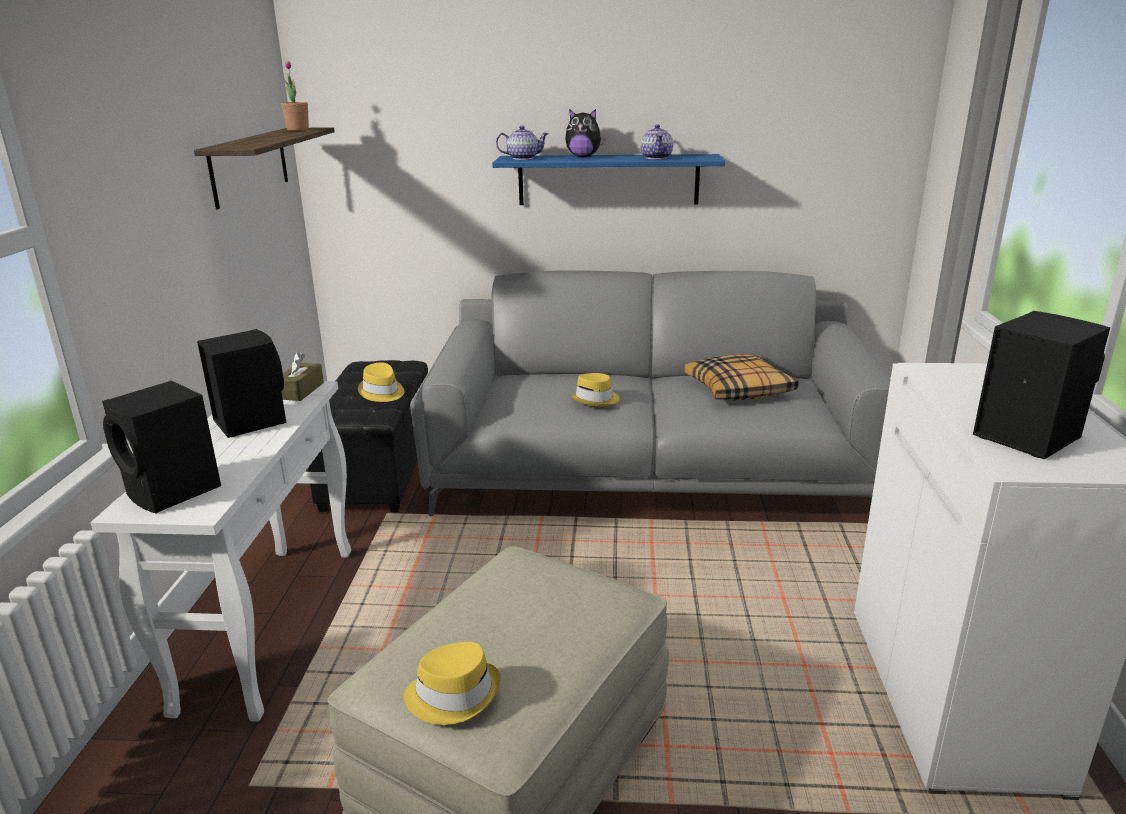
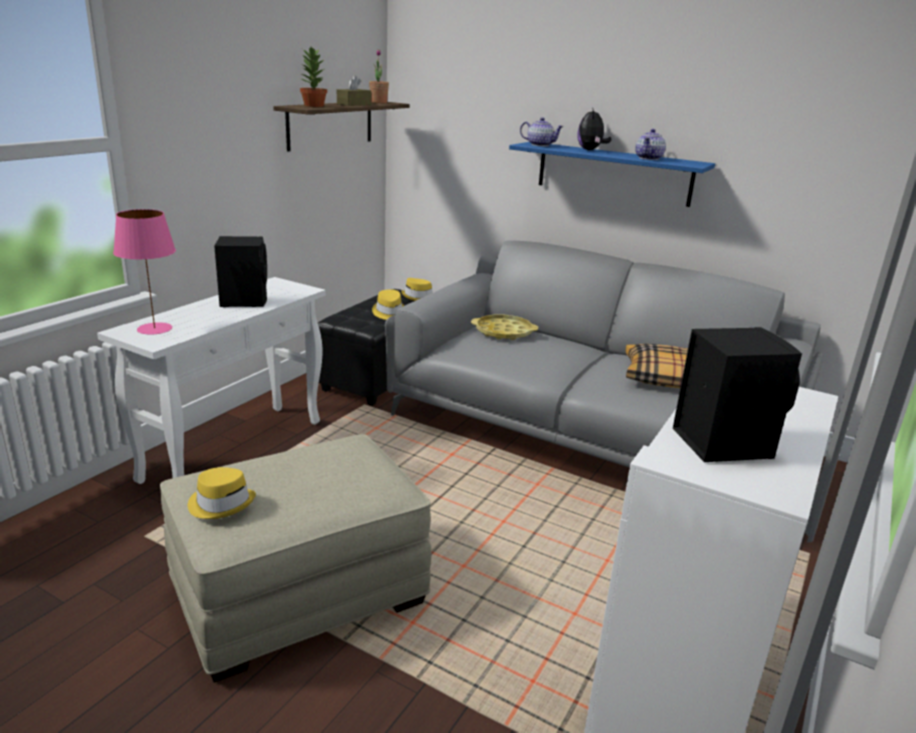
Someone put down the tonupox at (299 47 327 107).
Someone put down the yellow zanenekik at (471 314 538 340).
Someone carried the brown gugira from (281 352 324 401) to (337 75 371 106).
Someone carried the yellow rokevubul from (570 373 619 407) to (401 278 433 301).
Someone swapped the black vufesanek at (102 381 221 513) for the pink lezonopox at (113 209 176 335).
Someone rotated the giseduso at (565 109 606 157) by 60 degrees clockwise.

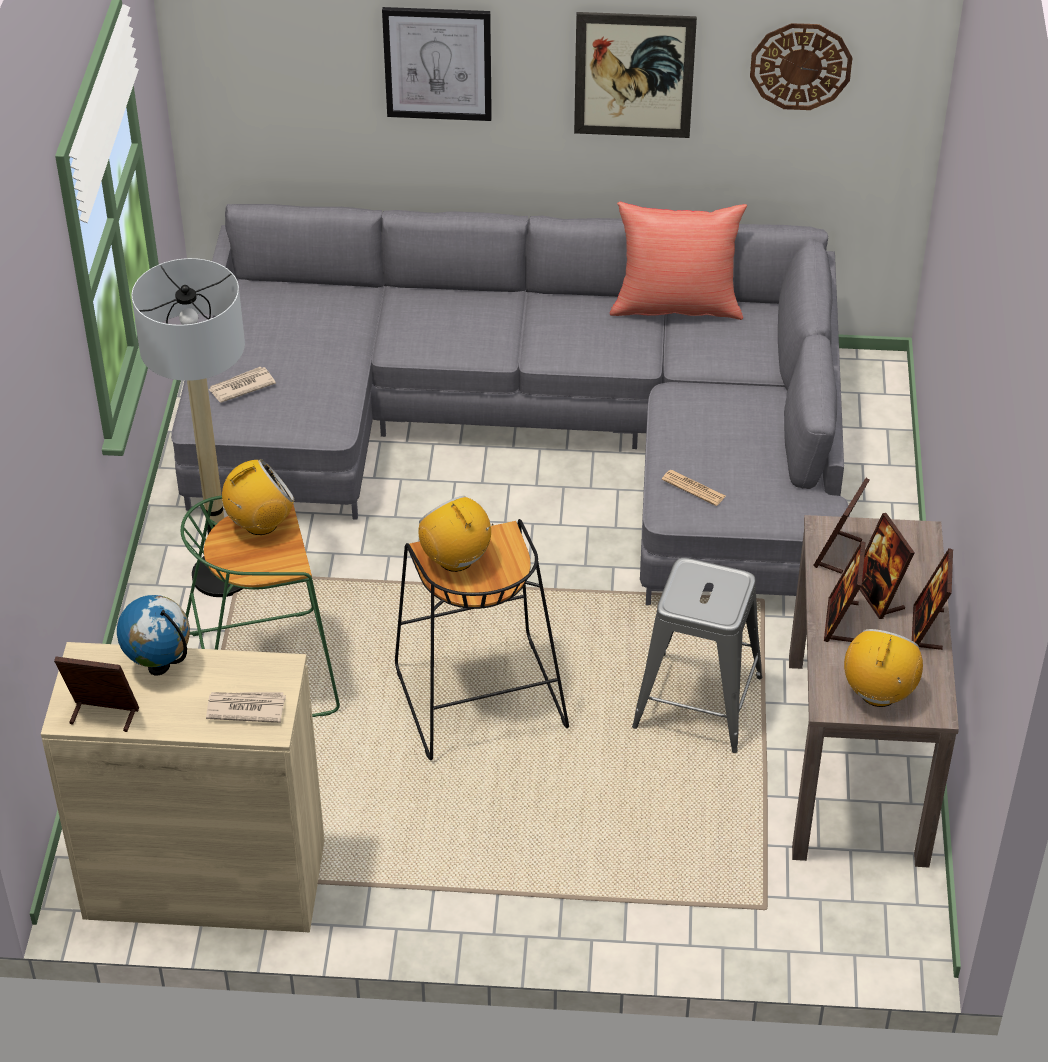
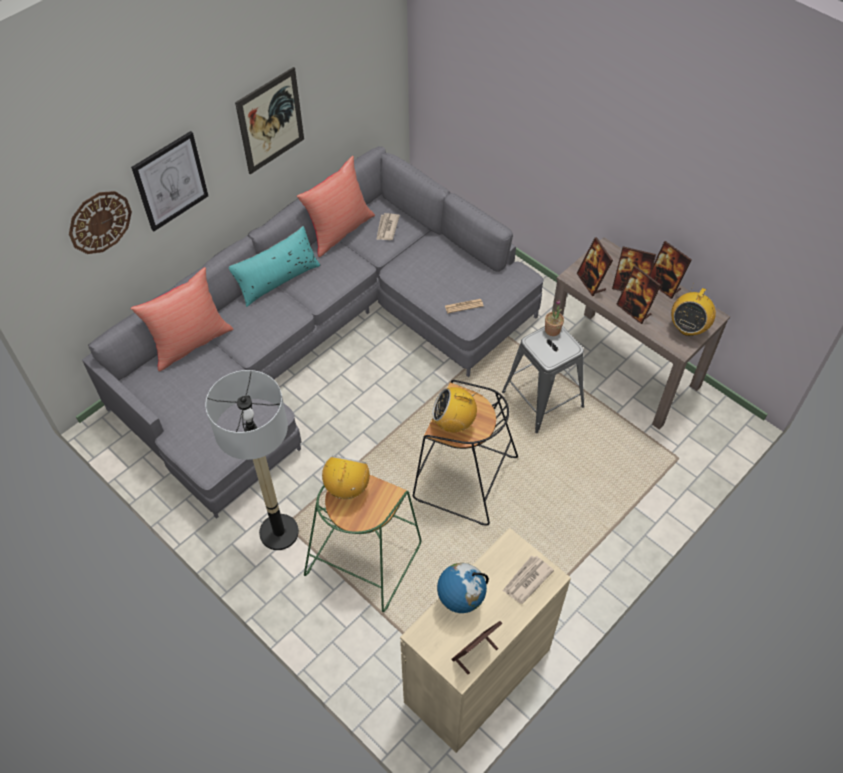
Someone put down the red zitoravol at (131 267 233 372).
Someone put down the turquoise zitoravol at (229 226 320 307).
Someone put down the tonupox at (545 299 564 336).
Someone carried the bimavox from (208 367 276 403) to (376 213 400 240).
Someone carried the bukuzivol from (750 23 852 110) to (69 191 132 254).
Someone rotated the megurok at (844 629 923 707) by 120 degrees counterclockwise.

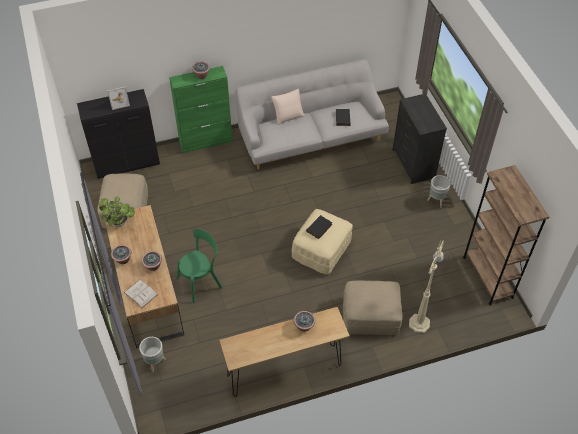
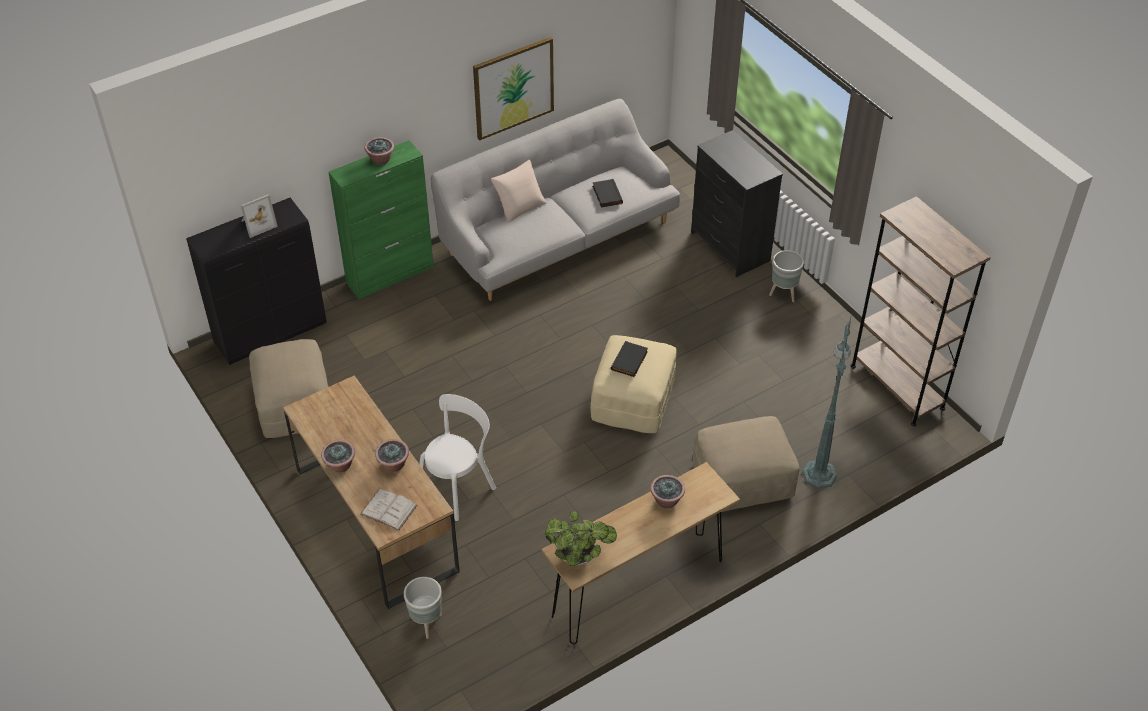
Someone put up the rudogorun at (473 37 554 140).
Someone carried the tonupox from (98 197 135 227) to (545 511 617 566).
Someone repainted the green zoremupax at (177 228 223 303), which became the white zoremupax at (420 394 496 521).
Someone repainted the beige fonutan at (409 240 444 333), which became the green fonutan at (802 318 851 488).

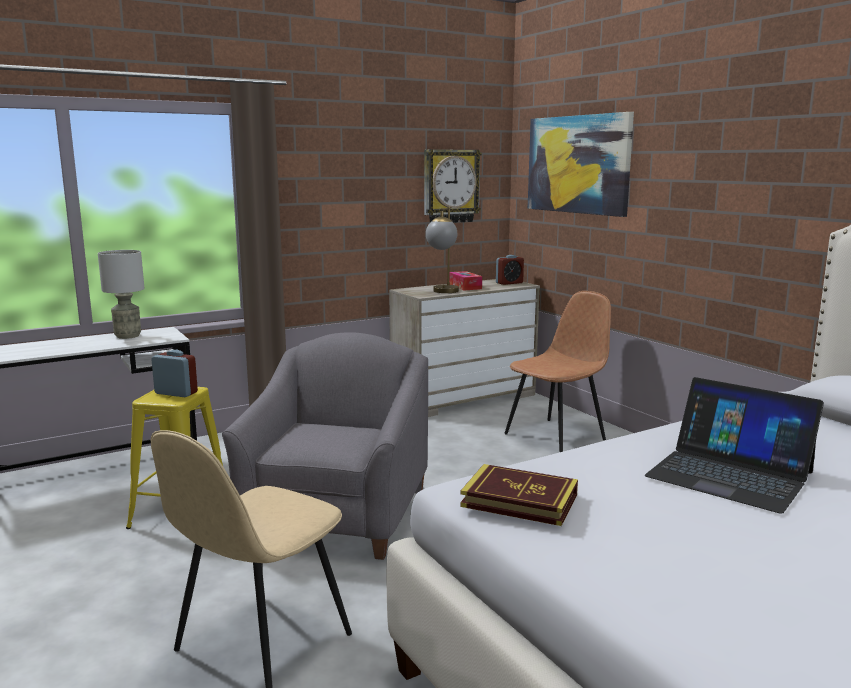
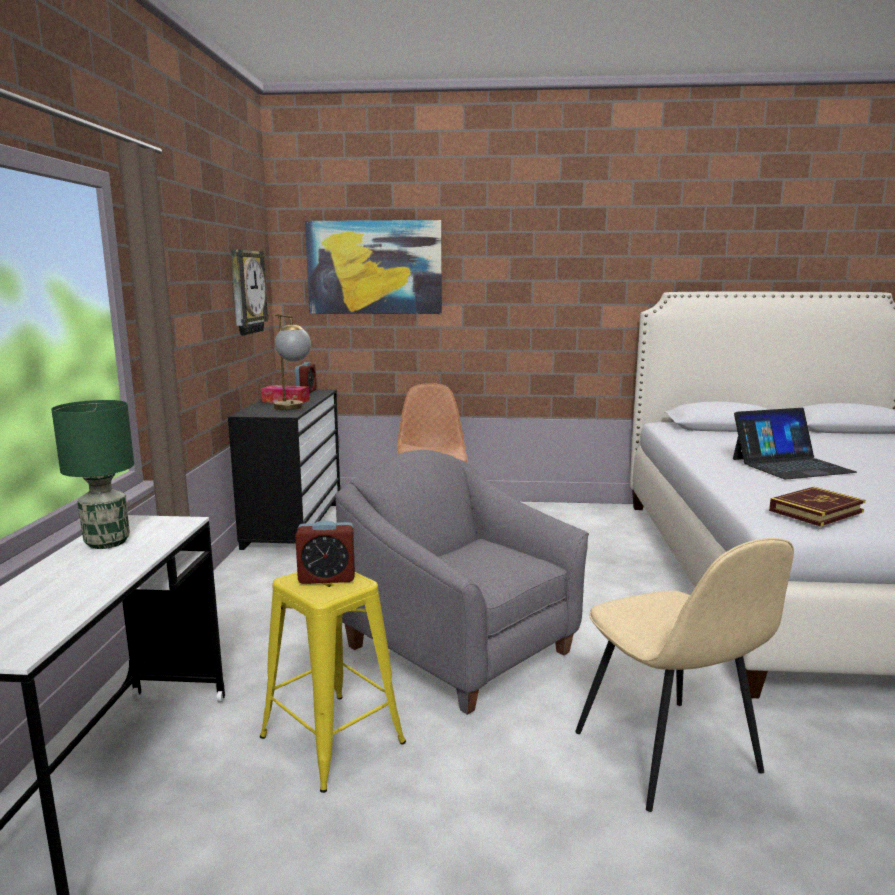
Someone repainted the grey lezonopox at (98 250 145 339), which became the green lezonopox at (51 400 134 549).
Someone repainted the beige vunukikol at (389 279 540 417), which became the black vunukikol at (228 389 340 550).
Someone rotated the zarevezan at (151 350 198 397) by 150 degrees counterclockwise.

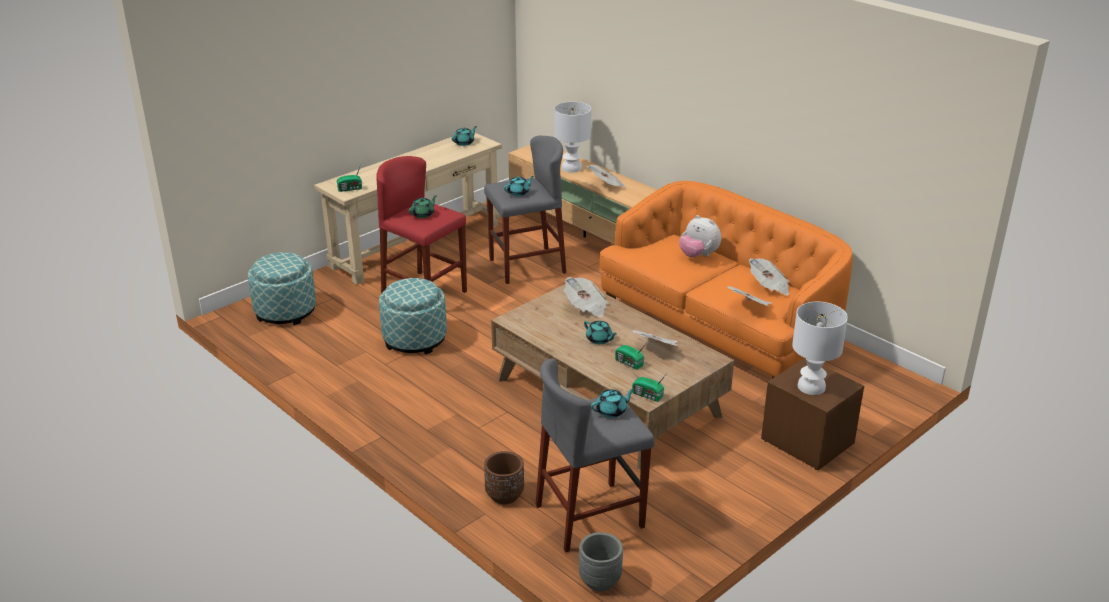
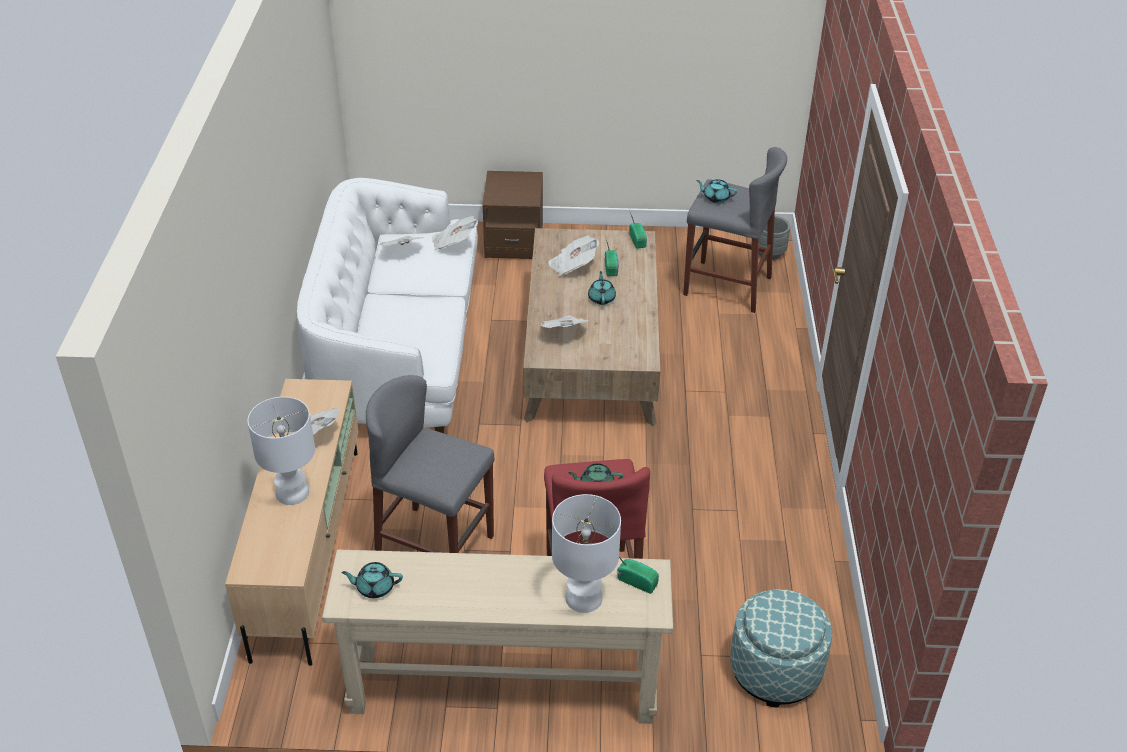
Someone took away the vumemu at (379 278 447 354).
Someone took away the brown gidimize at (484 451 524 504).
Someone took away the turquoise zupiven at (504 176 534 196).
Someone took away the giseduso at (679 215 721 258).
Someone carried the white lezonopox from (792 302 848 395) to (552 494 621 613).
Someone repainted the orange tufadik at (599 181 853 379), which became the white tufadik at (297 178 478 433).

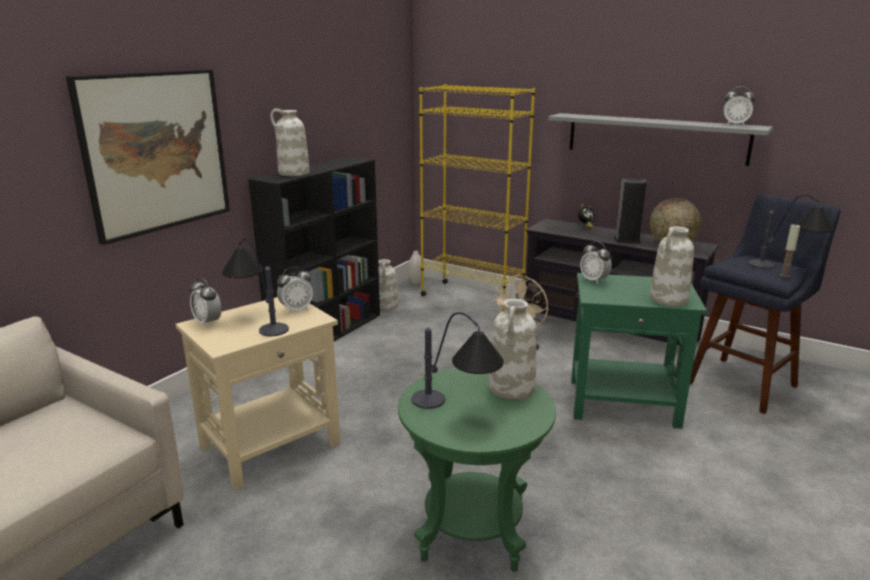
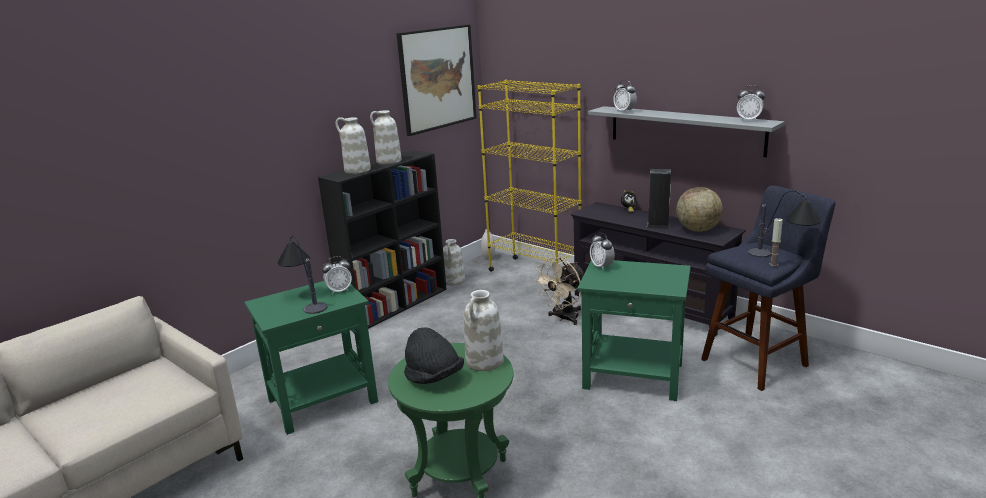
Someone carried the rudogorun from (66 70 230 245) to (396 25 476 136).
Someone carried the zarevezan from (190 278 221 327) to (613 80 637 113).
Someone carried the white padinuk from (650 227 694 306) to (370 110 402 164).
Someone swapped the lezonopox at (411 312 504 409) for the black rokevubul at (404 327 464 384).
Someone repainted the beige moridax at (175 297 340 490), which became the green moridax at (244 281 378 435).

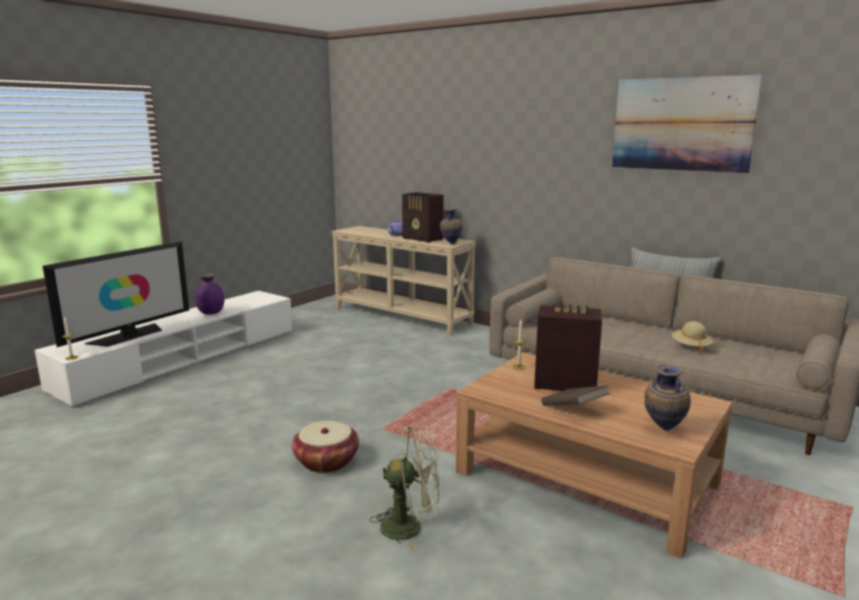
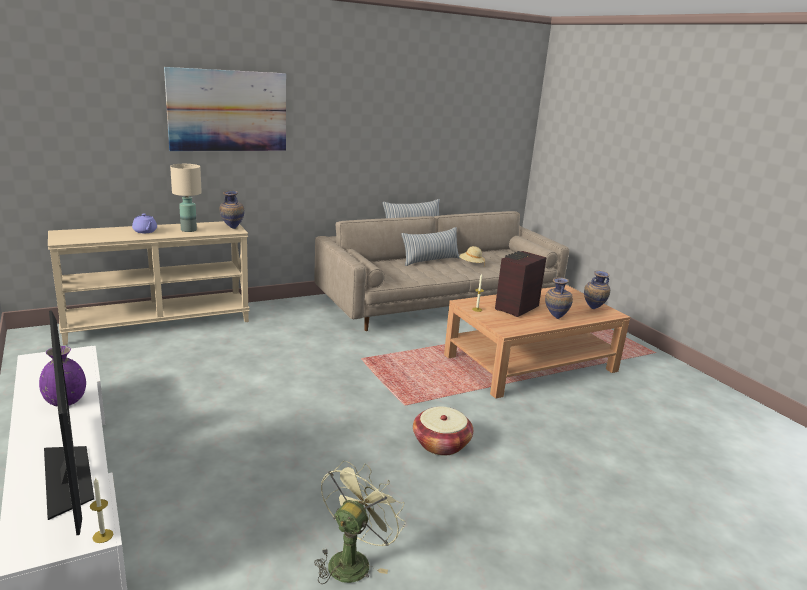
Someone put down the zitoravol at (402 227 460 266).
Someone carried the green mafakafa from (370 424 439 552) to (314 461 405 584).
Someone carried the rudogorun from (612 75 763 173) to (164 67 286 151).
Someone swapped the megurok at (402 192 444 243) for the beige lezonopox at (170 164 202 232).
Someone swapped the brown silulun at (541 386 610 406) for the padinuk at (545 278 573 319).

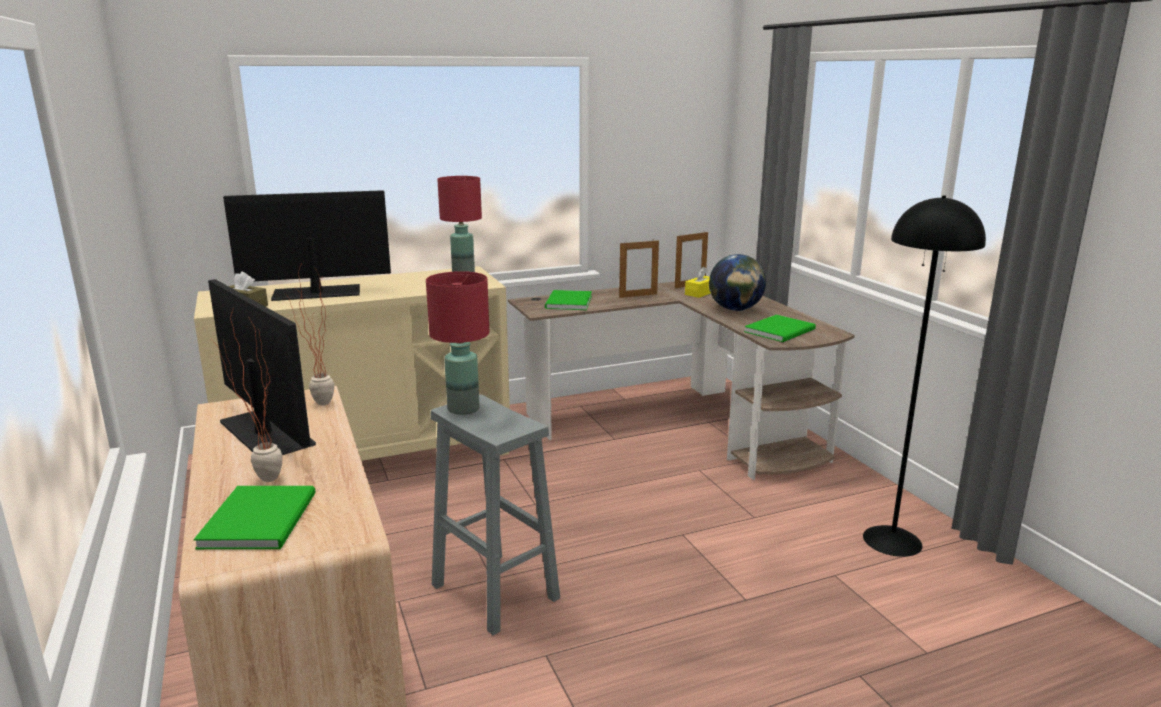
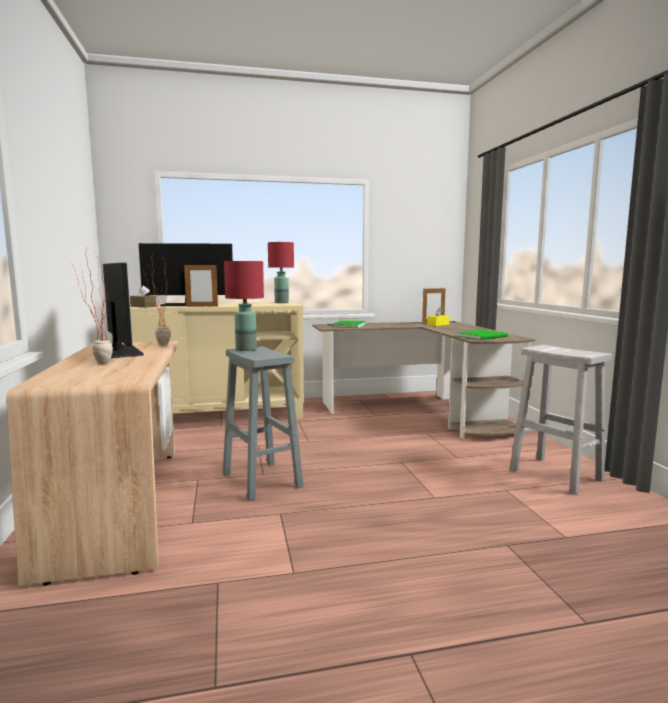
Someone took away the green silulun at (194 486 316 549).
Someone took away the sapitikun at (709 254 766 311).
Someone carried the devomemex from (619 241 659 298) to (184 264 218 307).
Someone swapped the black fonutan at (863 195 986 557) for the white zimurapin at (509 345 612 495).

